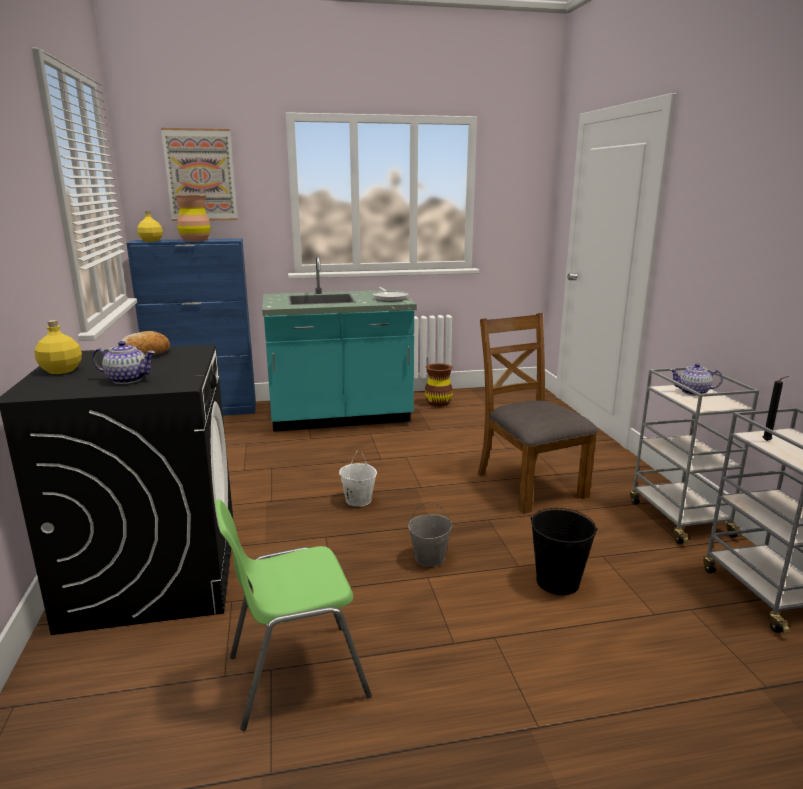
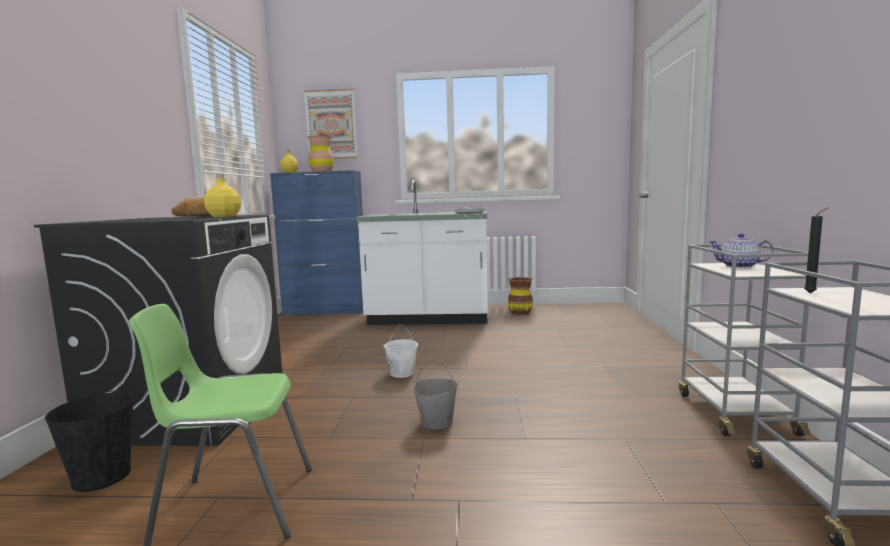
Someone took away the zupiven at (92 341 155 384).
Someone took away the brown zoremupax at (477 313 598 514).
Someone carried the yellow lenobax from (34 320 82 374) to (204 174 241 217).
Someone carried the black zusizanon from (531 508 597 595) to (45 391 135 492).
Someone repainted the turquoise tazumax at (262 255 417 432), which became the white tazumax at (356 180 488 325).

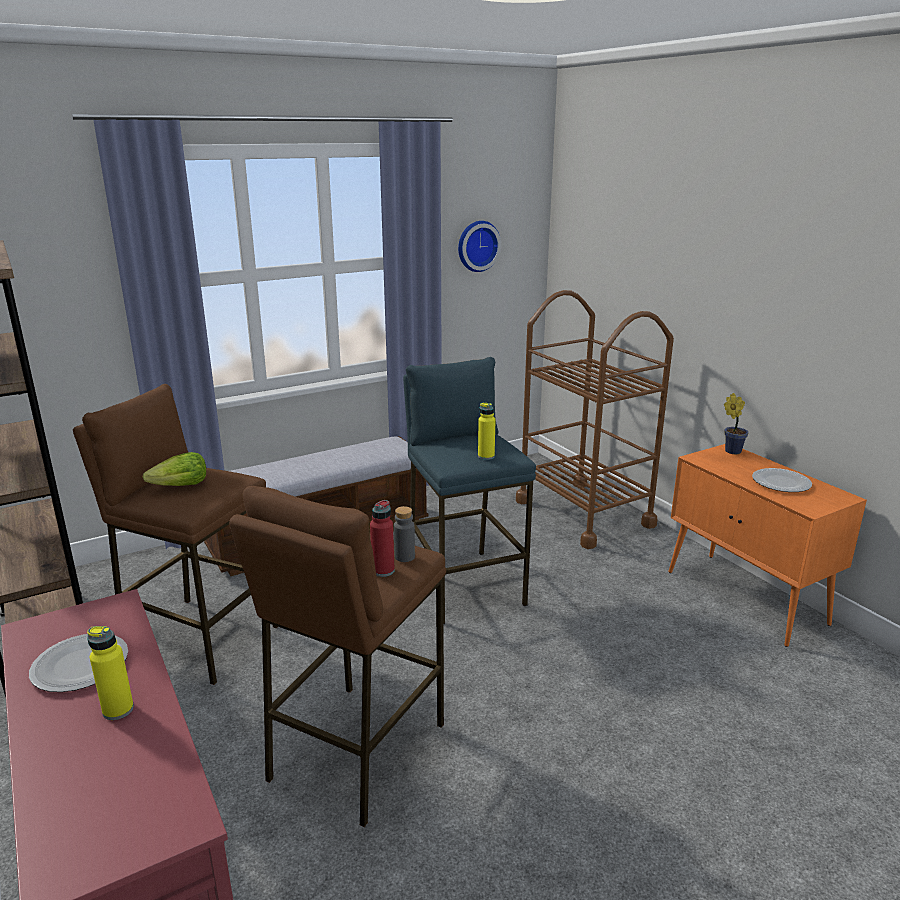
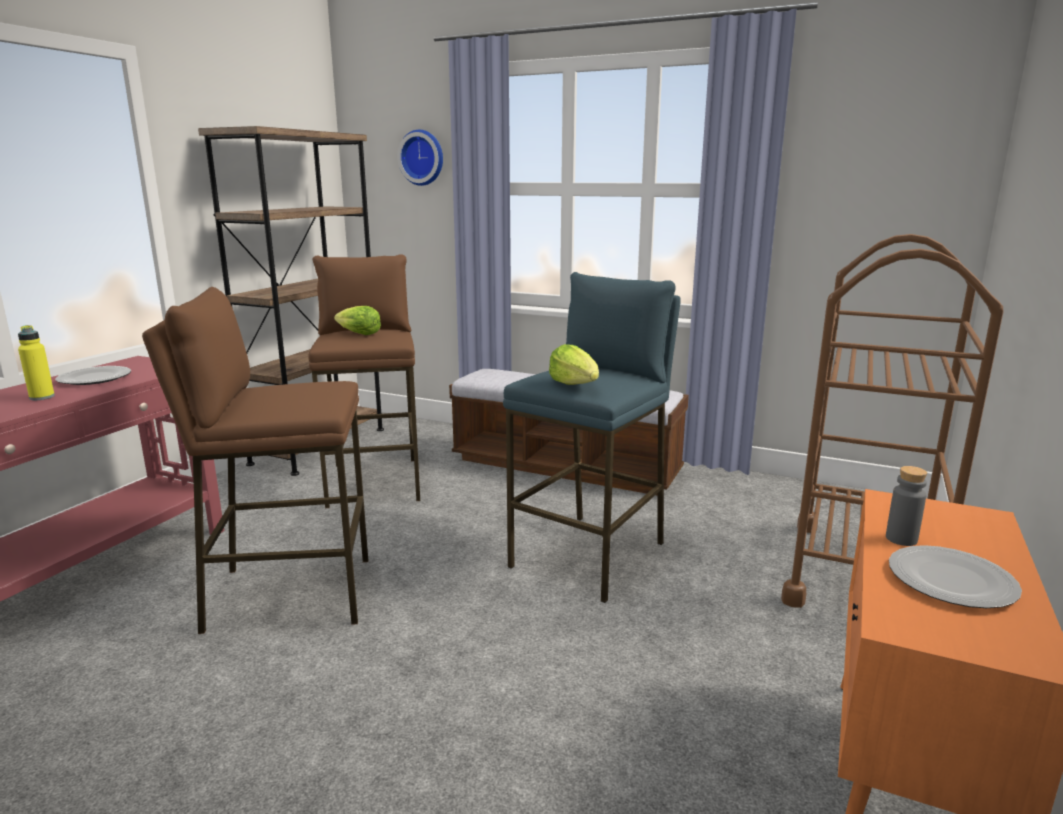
Someone took away the red lenobax at (370 500 395 577).
Someone took away the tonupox at (724 393 748 454).
Someone carried the grey lenobax from (394 506 415 562) to (886 466 927 546).
Someone carried the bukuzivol from (458 221 501 272) to (397 130 443 186).
Someone swapped the yellow lenobax at (478 403 496 460) for the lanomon at (549 344 599 385).

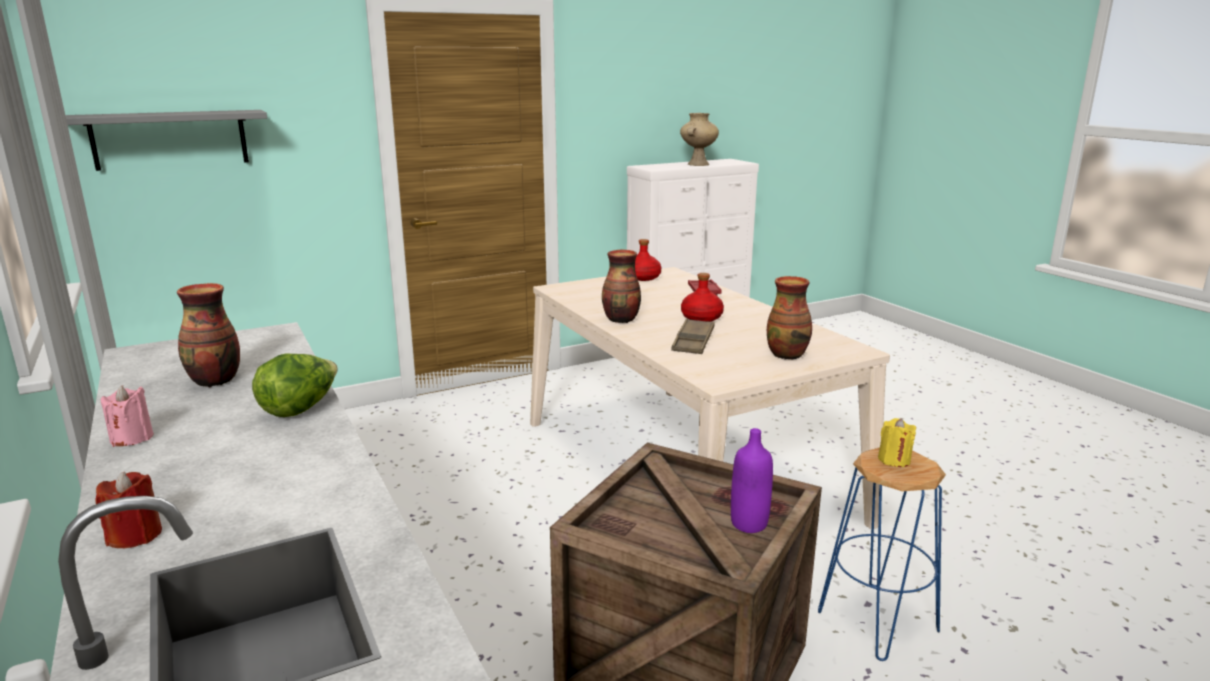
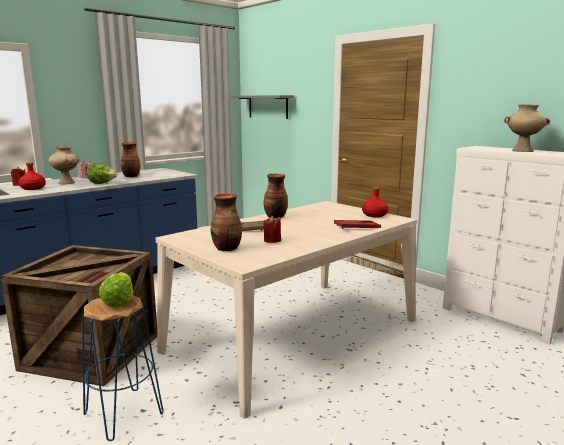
Someone took away the purple lenobax at (731 428 773 533).
Someone put down the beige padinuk at (49 146 79 184).
Someone put down the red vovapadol at (263 216 281 243).
Someone carried the red lenobax from (681 273 724 322) to (19 162 46 190).
Someone swapped the yellow vovapadol at (878 418 916 467) for the lanomon at (99 272 133 307).

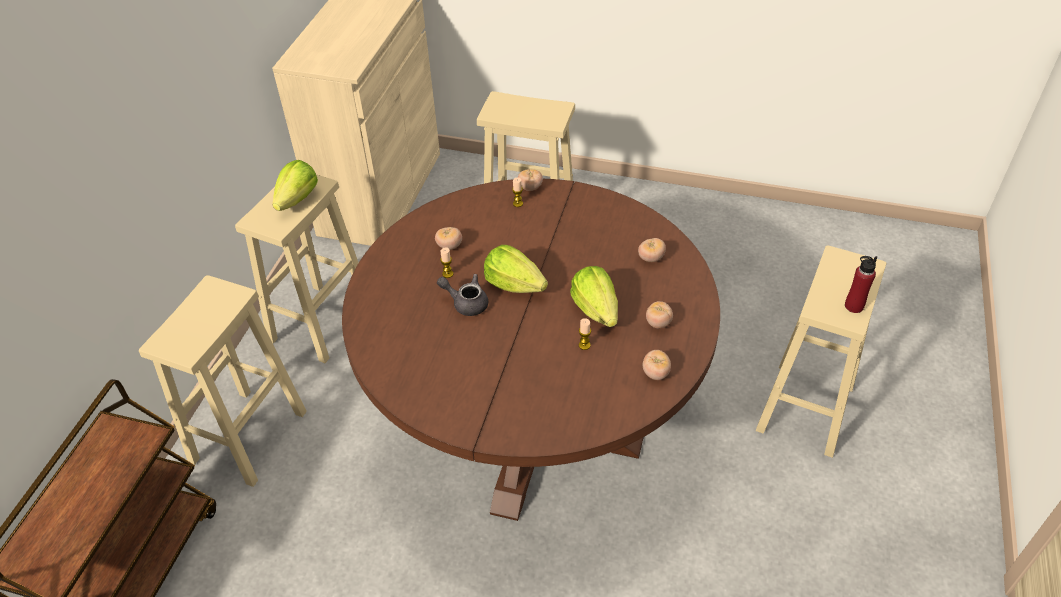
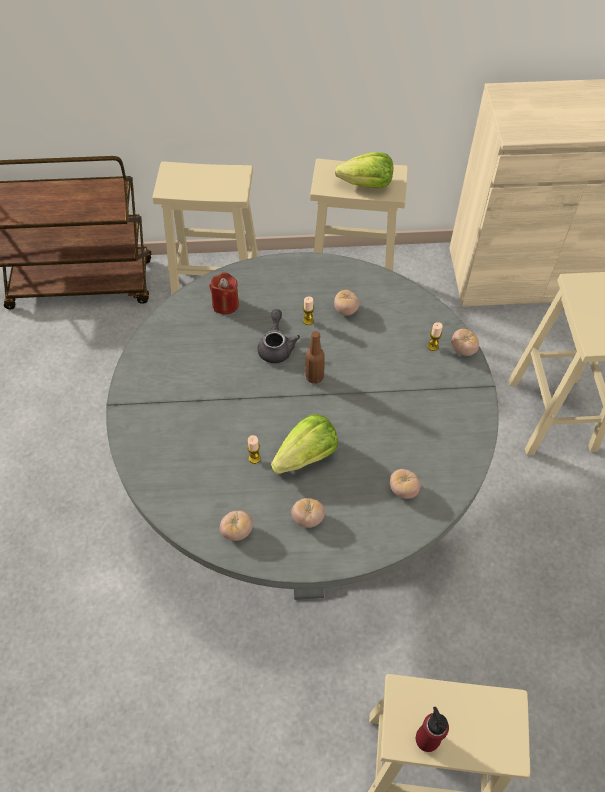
Someone put down the red vovapadol at (209 272 239 314).
Someone swapped the lanomon at (484 245 548 293) for the brown lenobax at (305 331 325 384).
Someone repainted the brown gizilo at (342 179 720 521), which became the grey gizilo at (106 252 499 600).

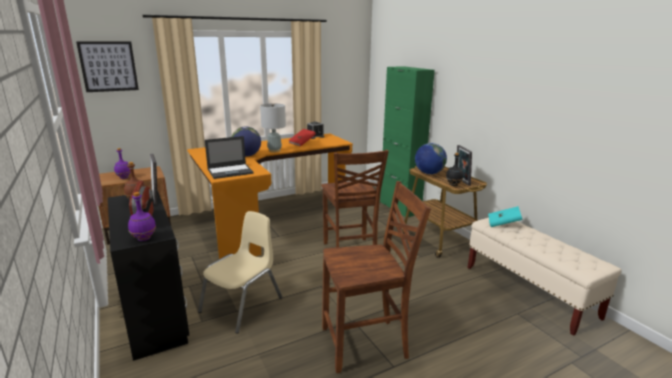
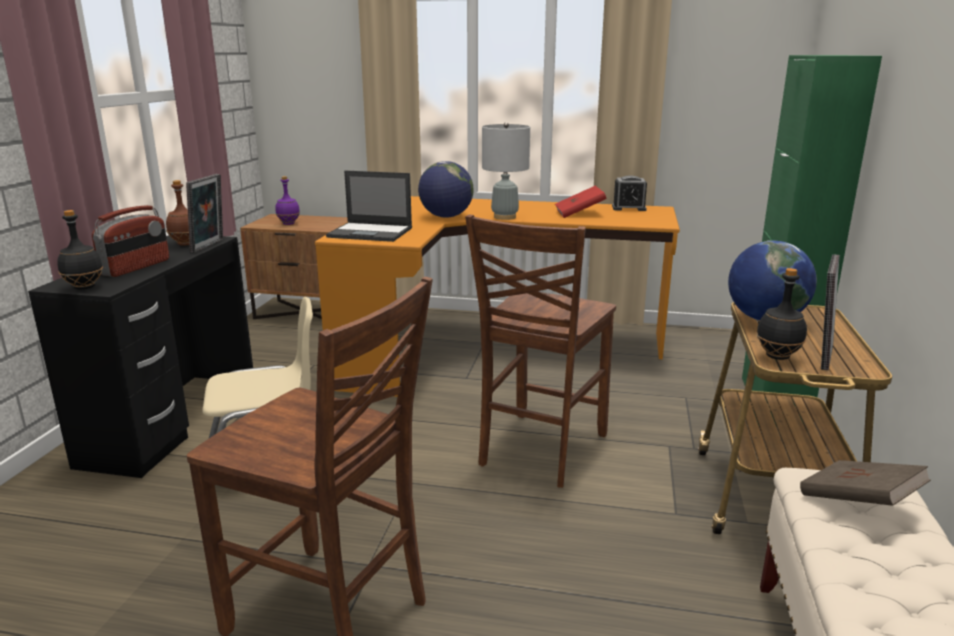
Someone took away the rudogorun at (76 41 139 92).
Someone repainted the purple lenobax at (128 192 156 241), which became the black lenobax at (57 210 103 289).
Someone repainted the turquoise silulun at (488 206 523 227), which became the brown silulun at (800 460 931 506).

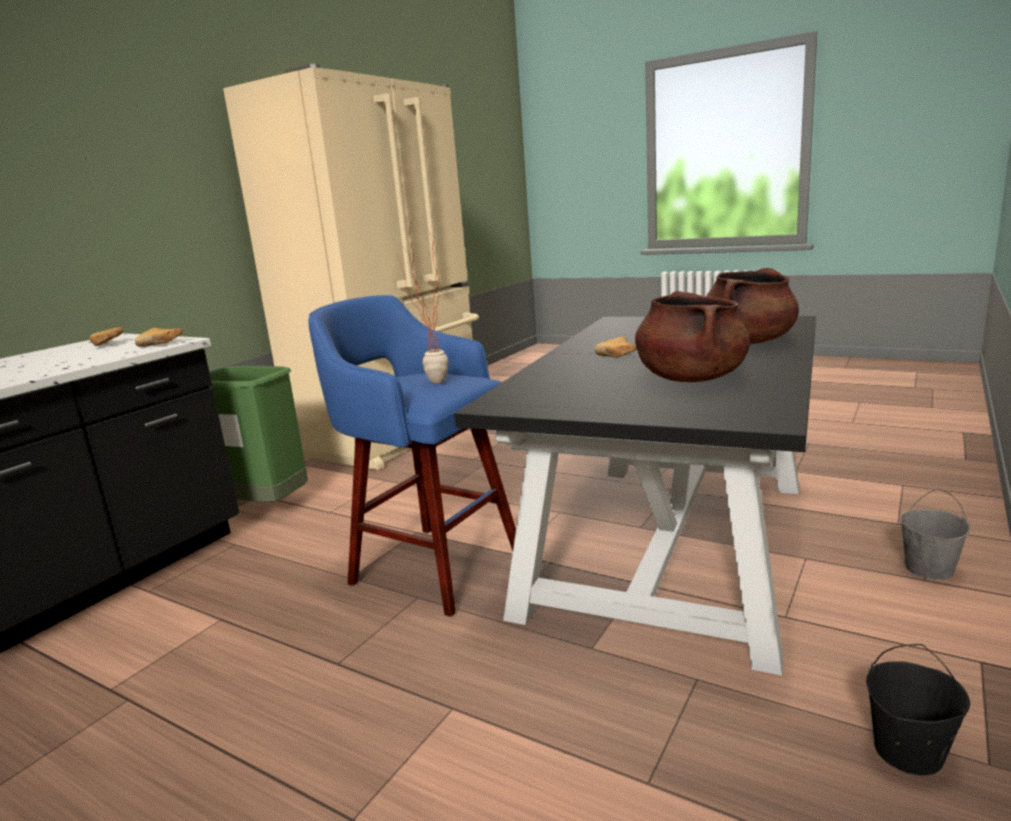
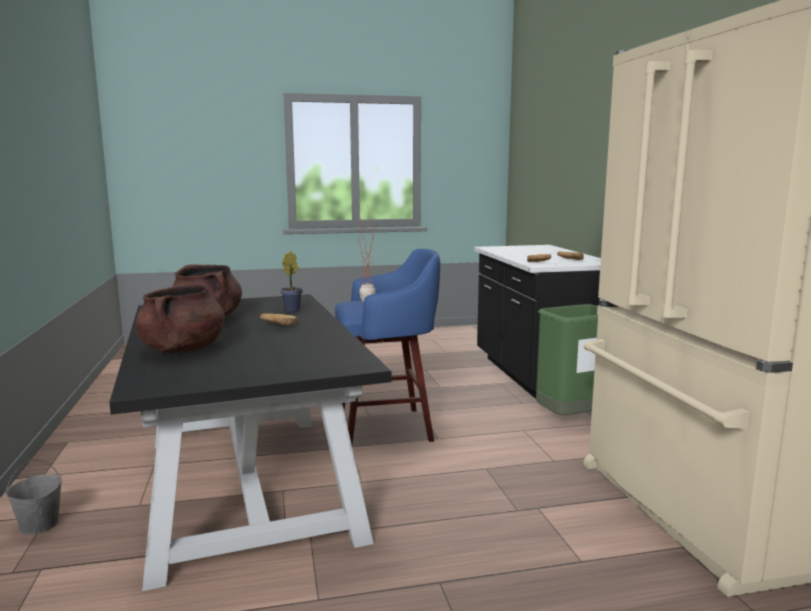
Someone took away the black zusizanon at (866 644 970 775).
Someone put down the tonupox at (280 251 303 312).

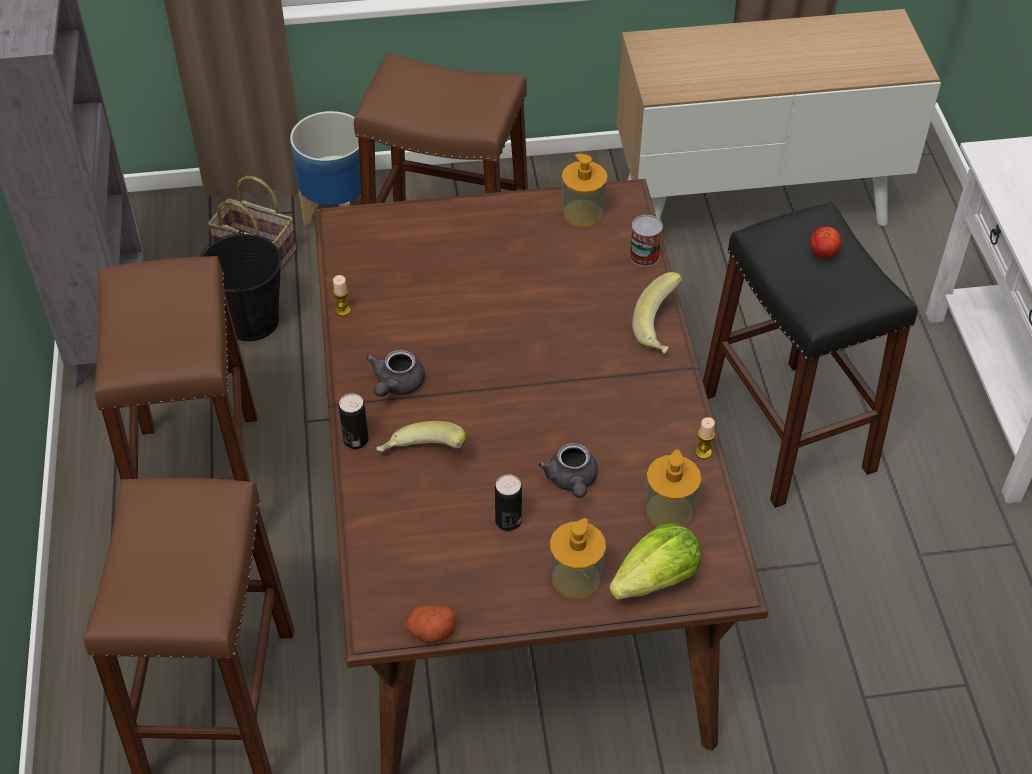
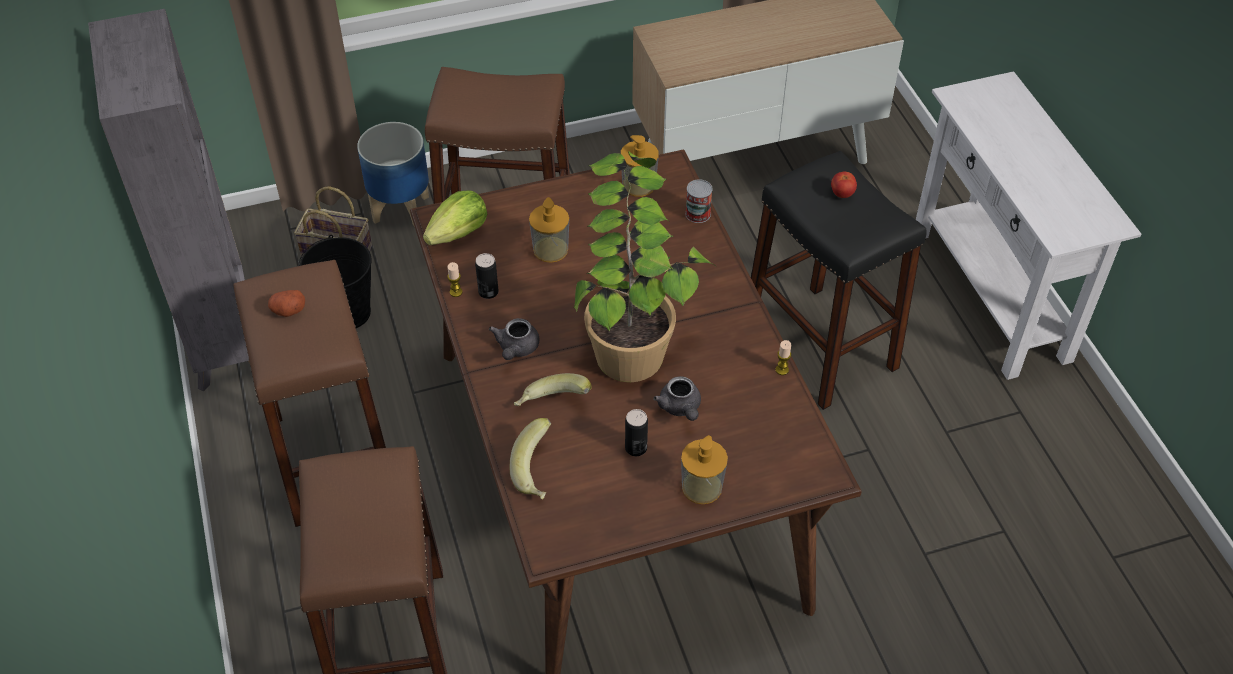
Someone put down the tonupox at (574 151 717 382).
Someone carried the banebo from (339 393 369 449) to (475 253 499 299).
Someone carried the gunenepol from (406 605 457 643) to (268 290 305 317).
Someone carried the lanomon from (609 523 701 600) to (423 190 488 245).
Someone carried the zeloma from (632 272 682 354) to (510 418 551 499).
Someone carried the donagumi from (646 449 701 527) to (529 197 569 263).

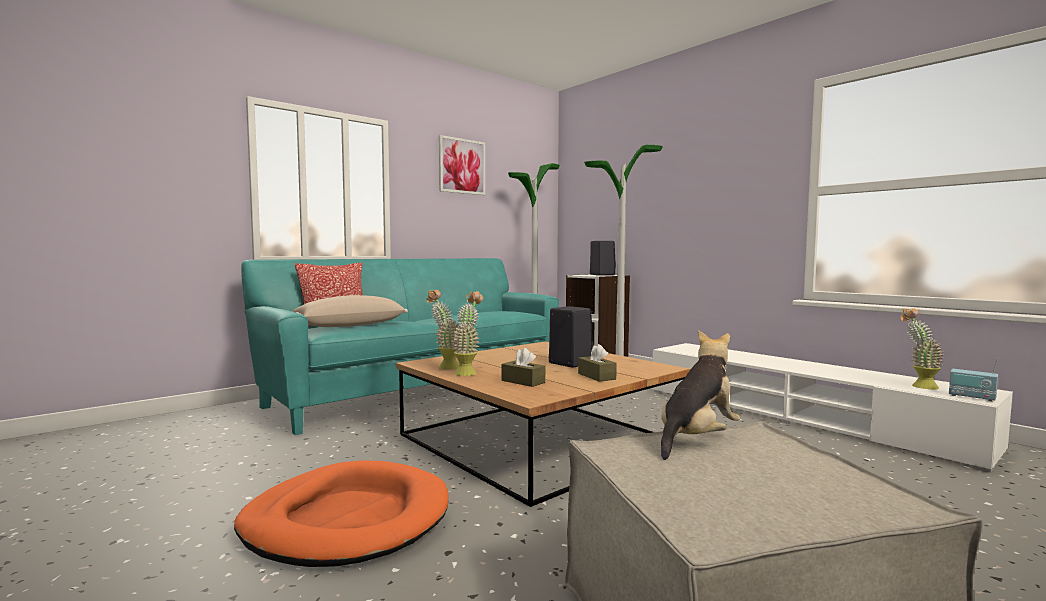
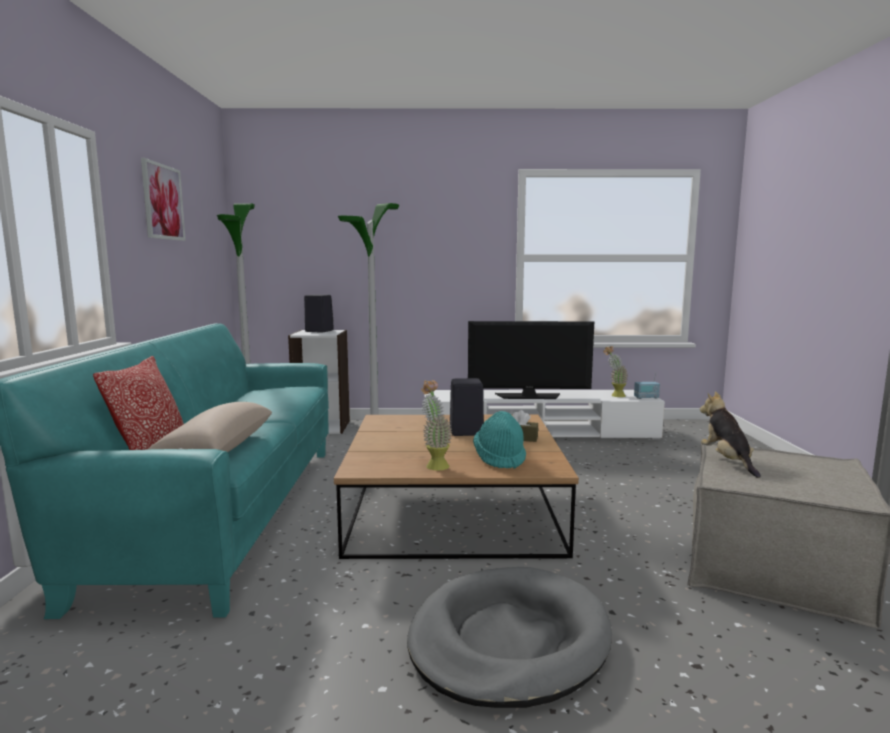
Someone took away the tonupox at (427 290 459 369).
Someone put down the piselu at (468 321 594 399).
Someone swapped the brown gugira at (502 348 545 387) for the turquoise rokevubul at (473 411 526 468).
Someone repainted the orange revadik at (234 460 449 567), which became the grey revadik at (407 567 612 708).

